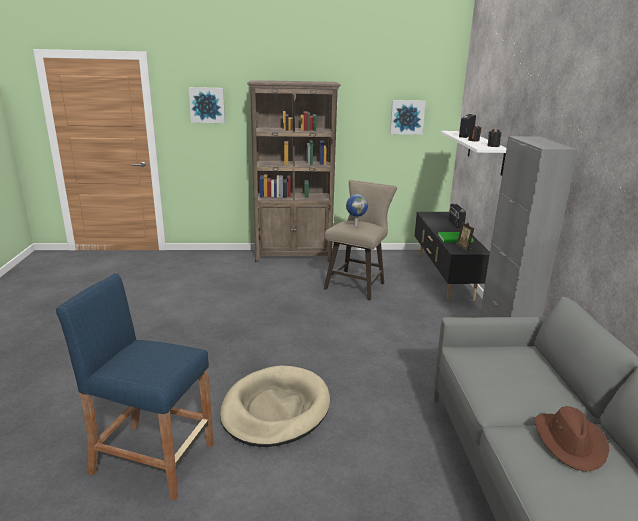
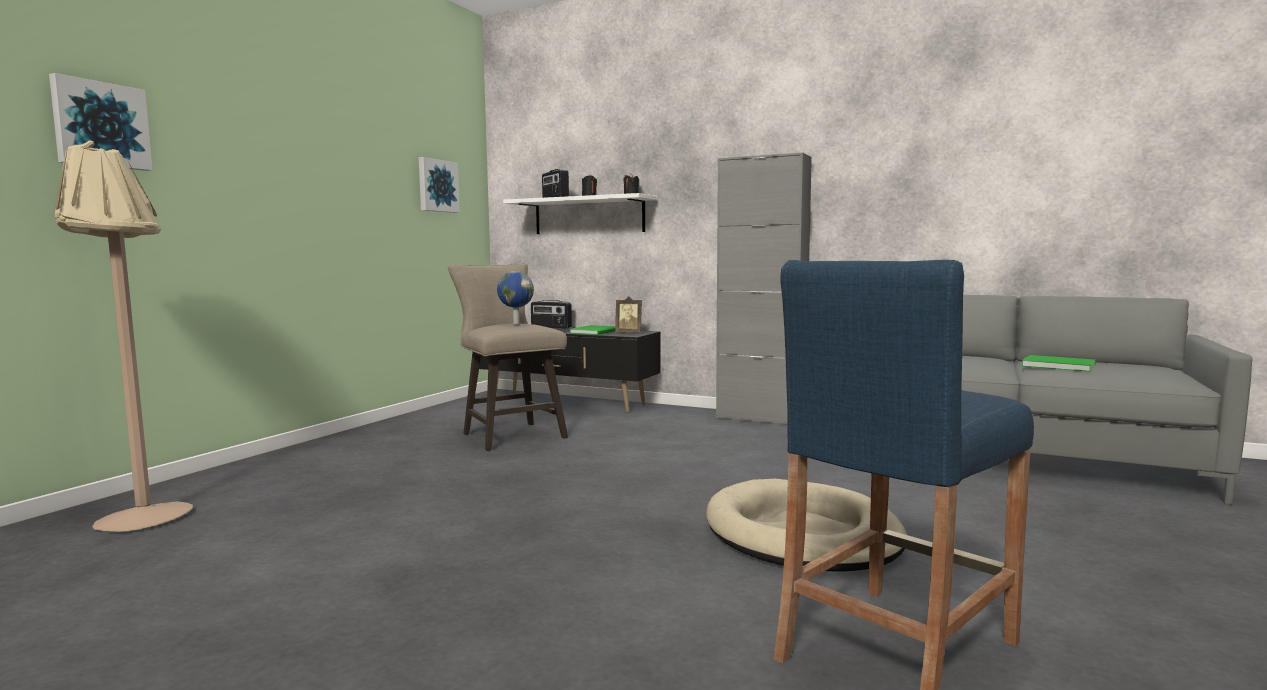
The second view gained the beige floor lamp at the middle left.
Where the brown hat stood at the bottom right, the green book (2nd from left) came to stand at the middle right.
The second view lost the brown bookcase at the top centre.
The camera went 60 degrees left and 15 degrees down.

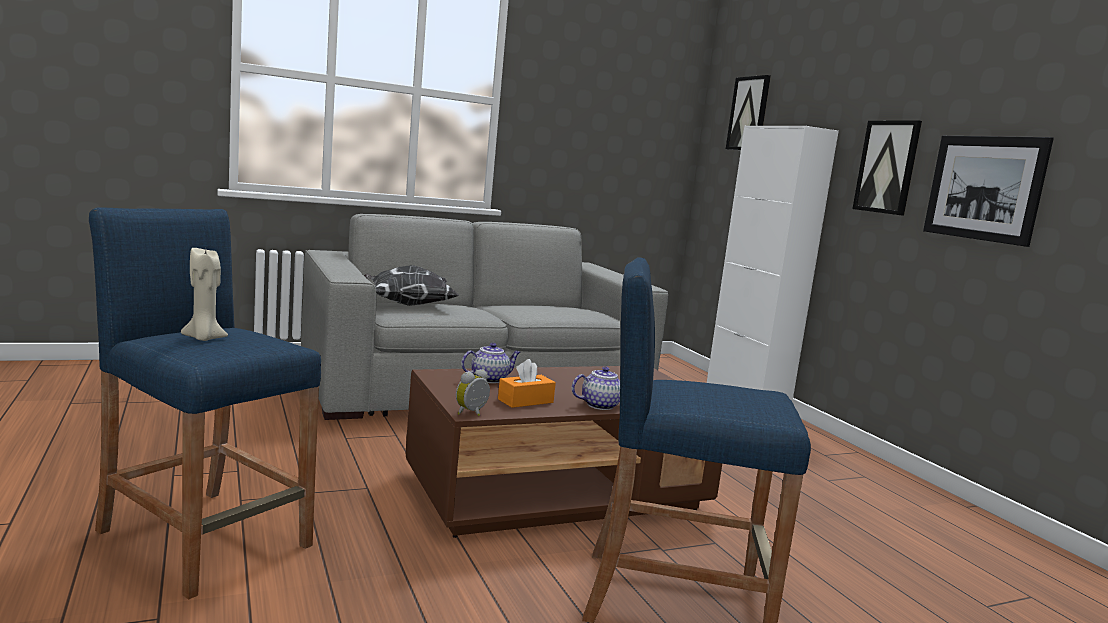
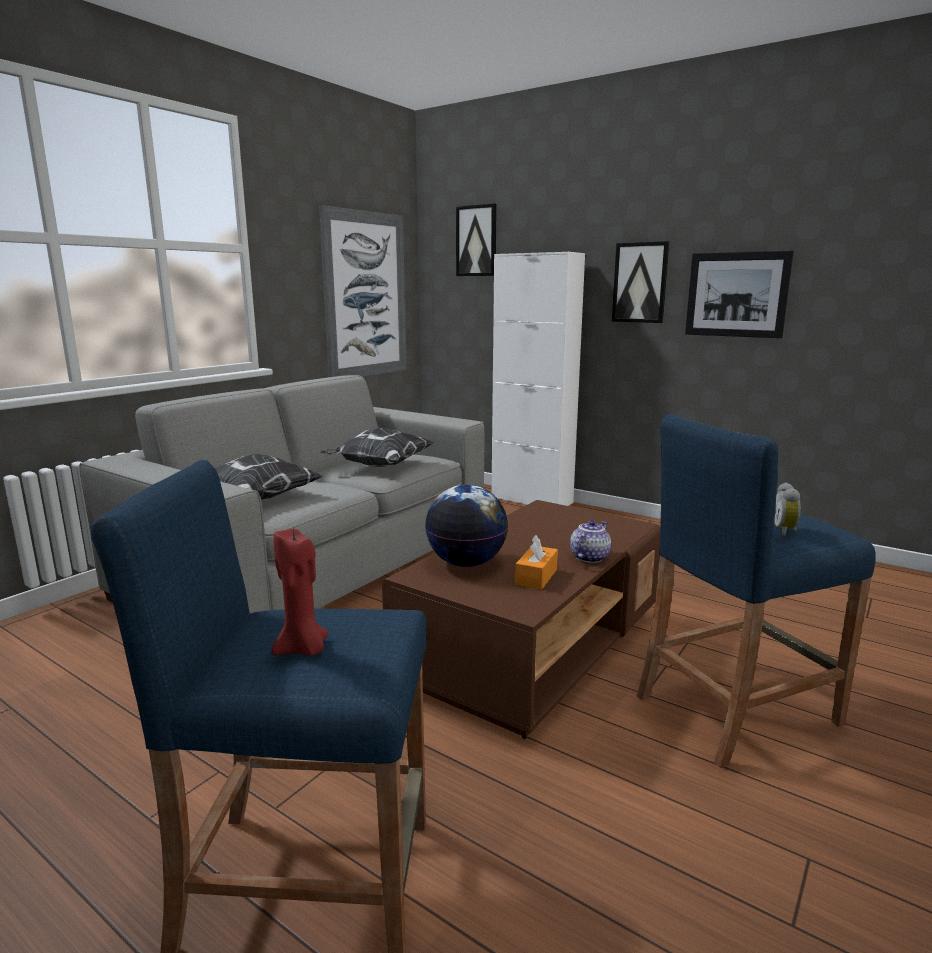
What was the beige candle at the middle left turned into the red candle at the middle left.
The second view gained the picture (1st from left) at the top centre.
The second view gained the pillow (2nd from left) at the centre.
Where the teapot (1st from left) stood at the centre, the globe came to stand at the centre.
The alarm clock ended up elsewhere, having gone from the centre to the middle right.
The camera went 30 degrees left and 5 degrees up.

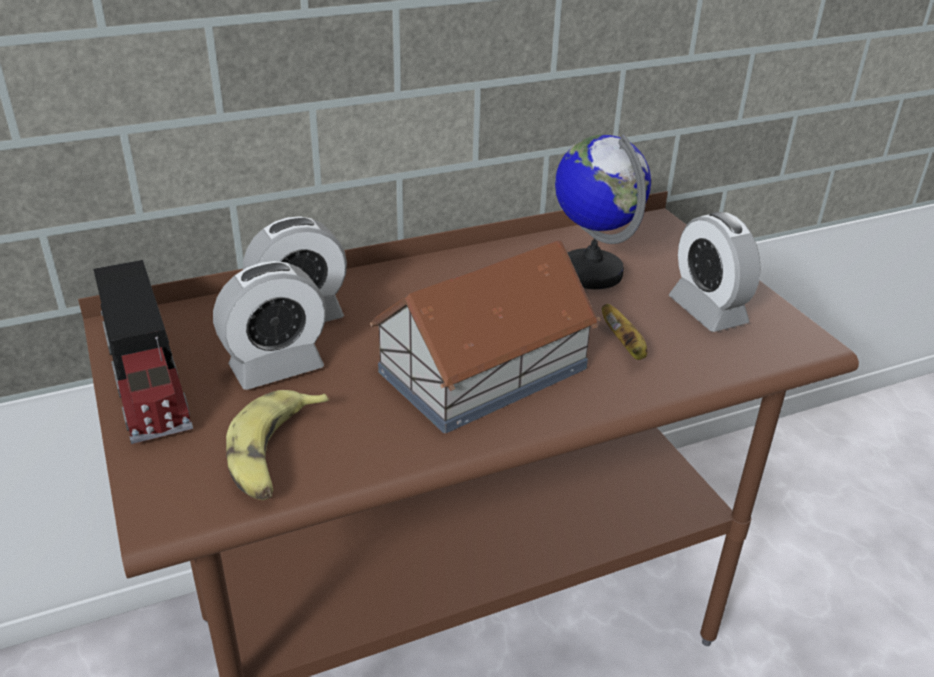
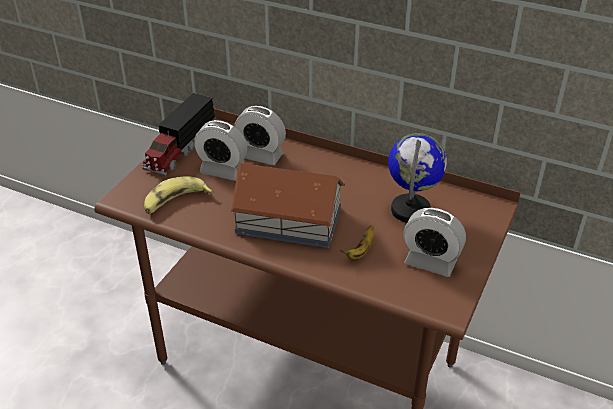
The alarm clock (3rd from left) at the middle right ended up facing another way, 90 degrees counterclockwise from before.
The camera went 50 degrees right and 5 degrees up.

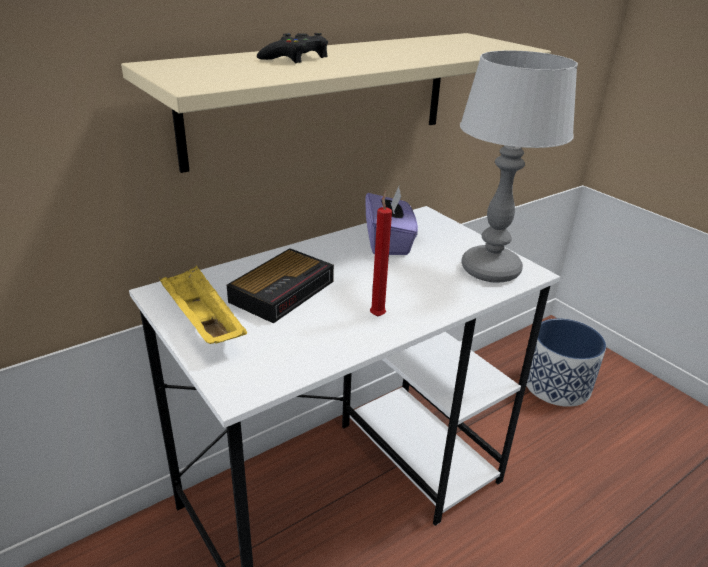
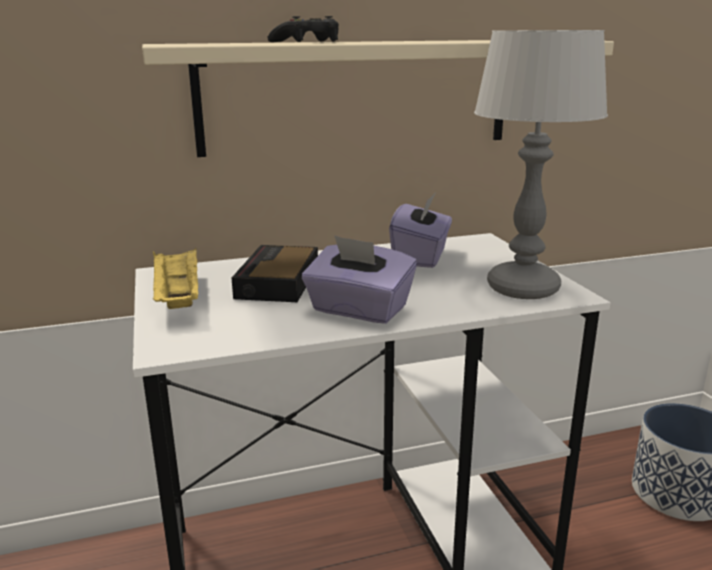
The alarm clock at the centre ended up facing another way, 135 degrees clockwise from before.
Where the red candle stood at the centre, the purple tissue box (1st from left) came to stand at the centre.
The camera went 20 degrees right and 10 degrees down.

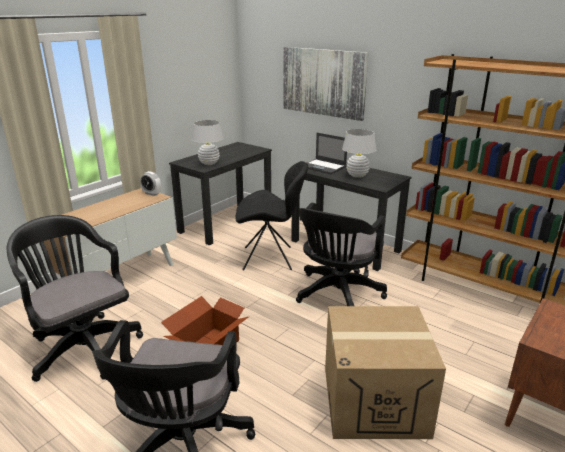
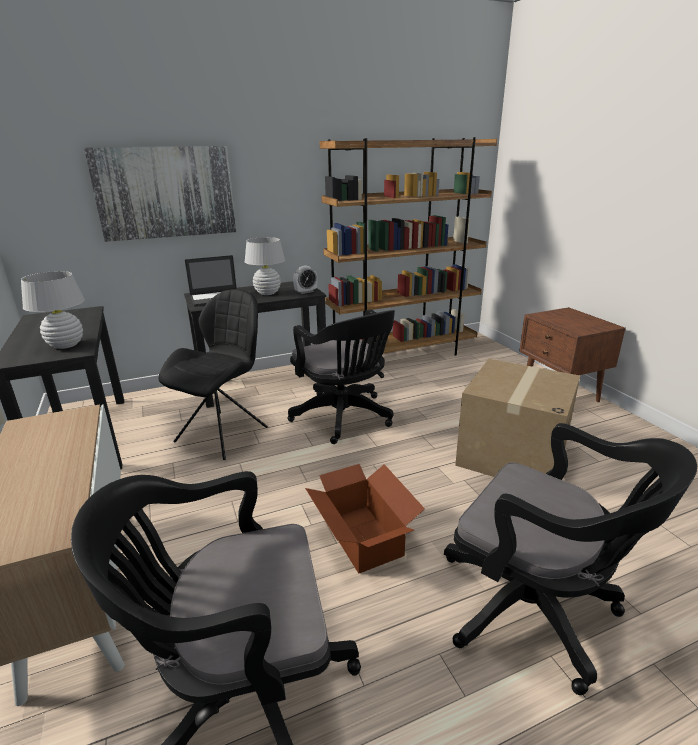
The alarm clock ended up elsewhere, having gone from the middle left to the centre.
The camera went 60 degrees left and 0 degrees up.

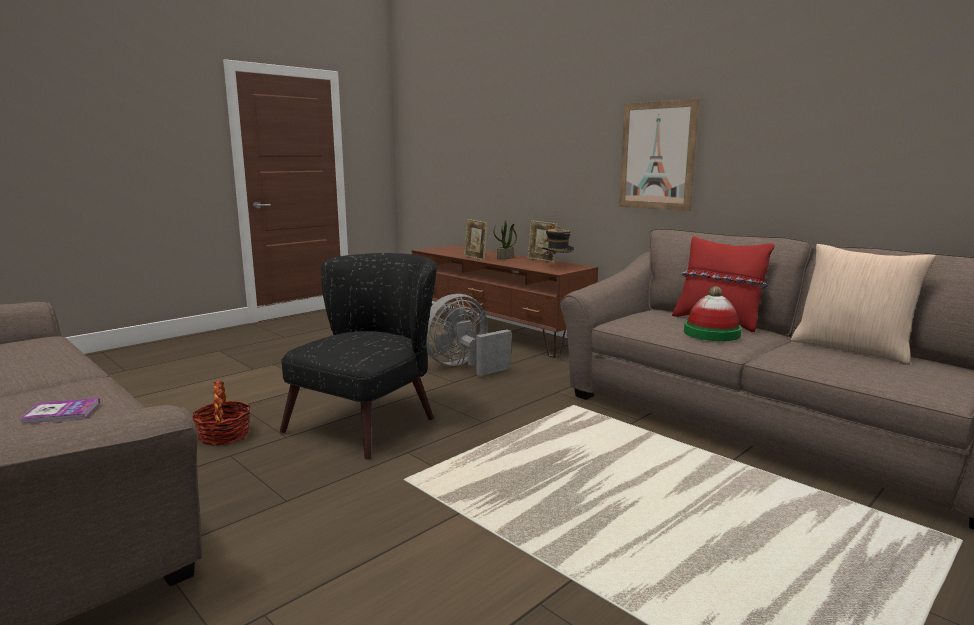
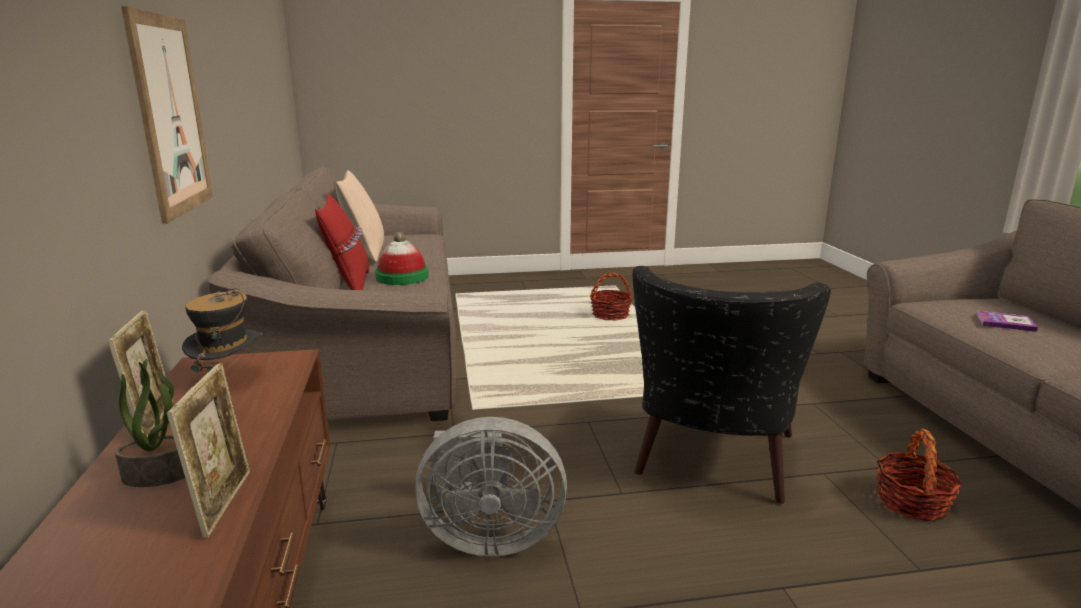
The second view gained the basket (1st from left) at the centre.
The black armchair at the centre ended up facing another way, 45 degrees counterclockwise from before.
The camera went 145 degrees left and 5 degrees up.

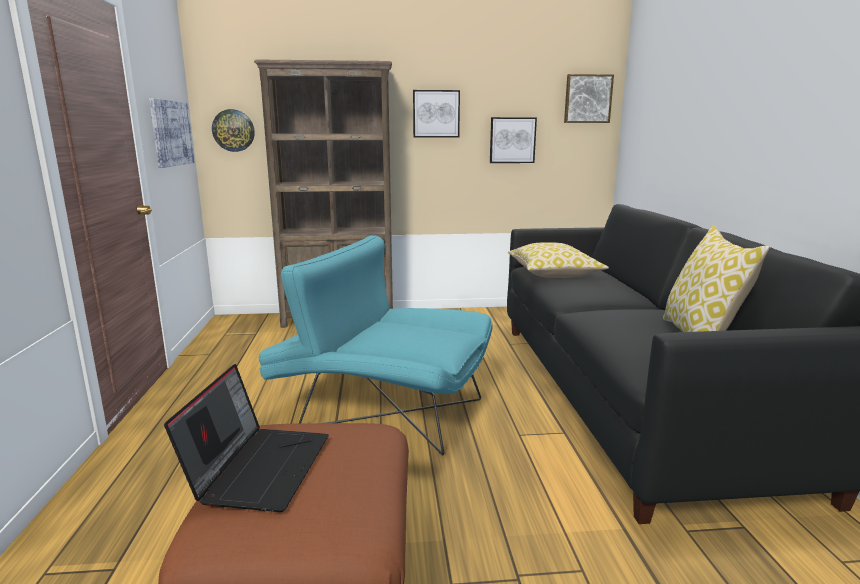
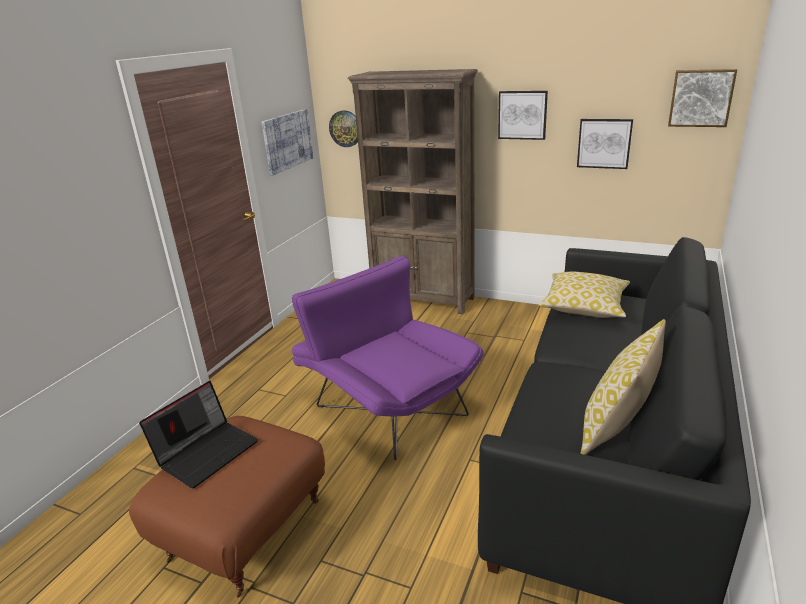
What was the turquoise armchair at the centre turned into the purple armchair at the centre.
The camera went 30 degrees right and 10 degrees up.

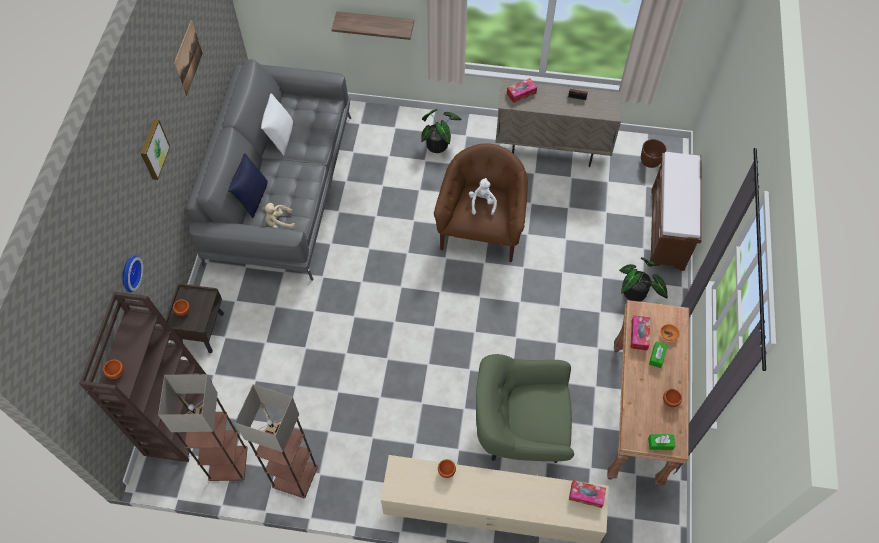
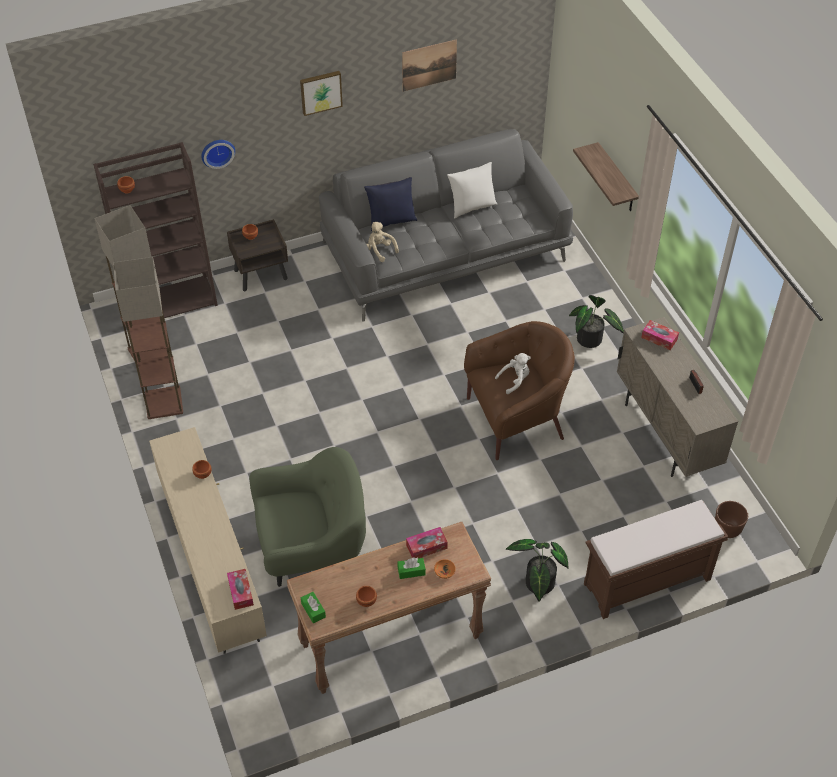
The green armchair at the bottom centre ended up facing another way, 105 degrees clockwise from before.
The camera went 60 degrees right and 10 degrees down.

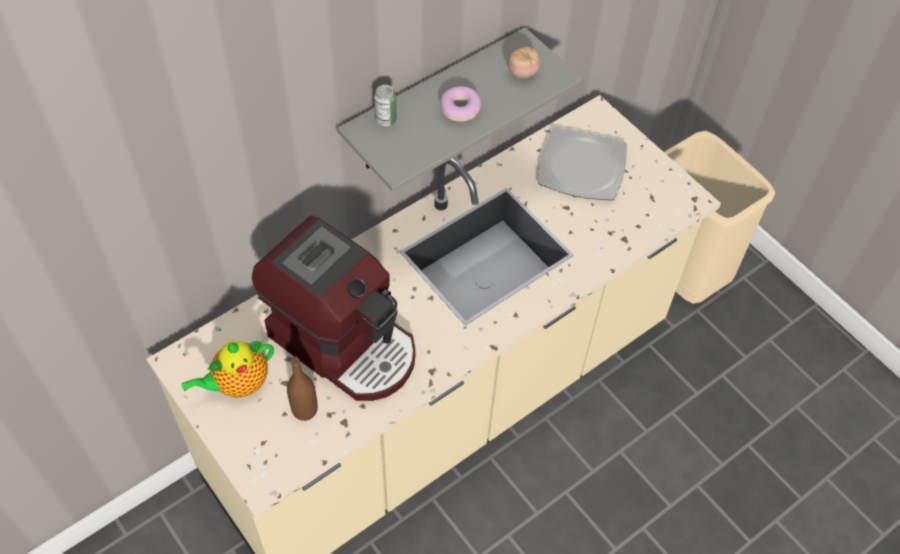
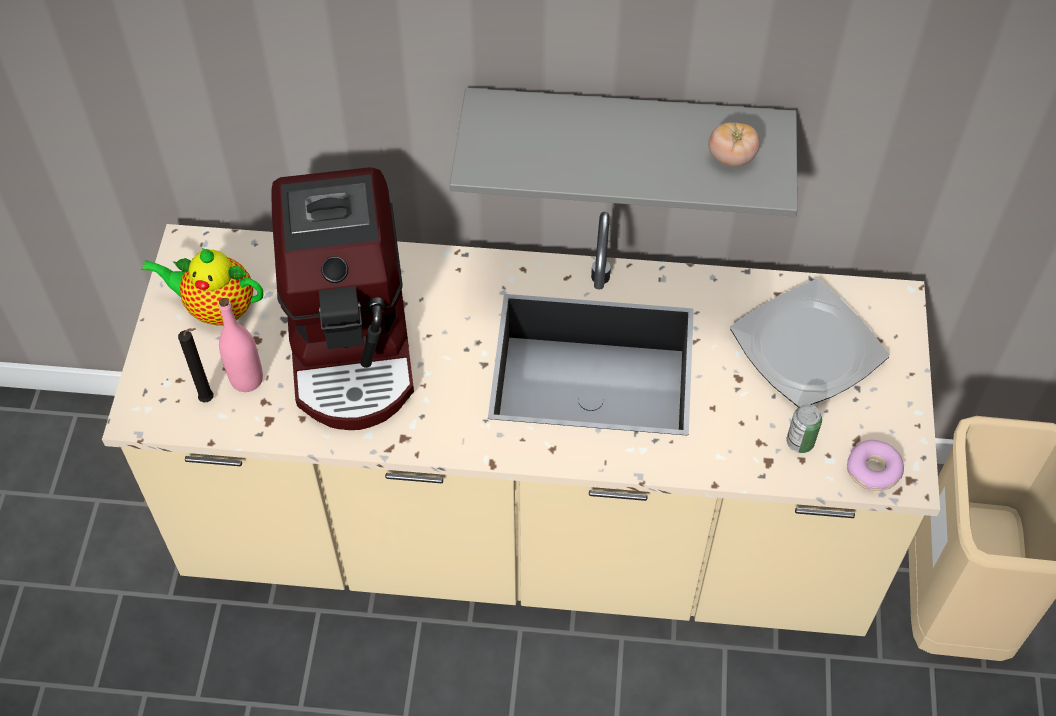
The second view gained the black candle at the middle left.
What was the brown bottle at the bottom centre turned into the pink bottle at the middle left.
The can ended up elsewhere, having gone from the top centre to the middle right.
The donut ended up elsewhere, having gone from the top centre to the middle right.
The camera went 45 degrees right and 0 degrees up.

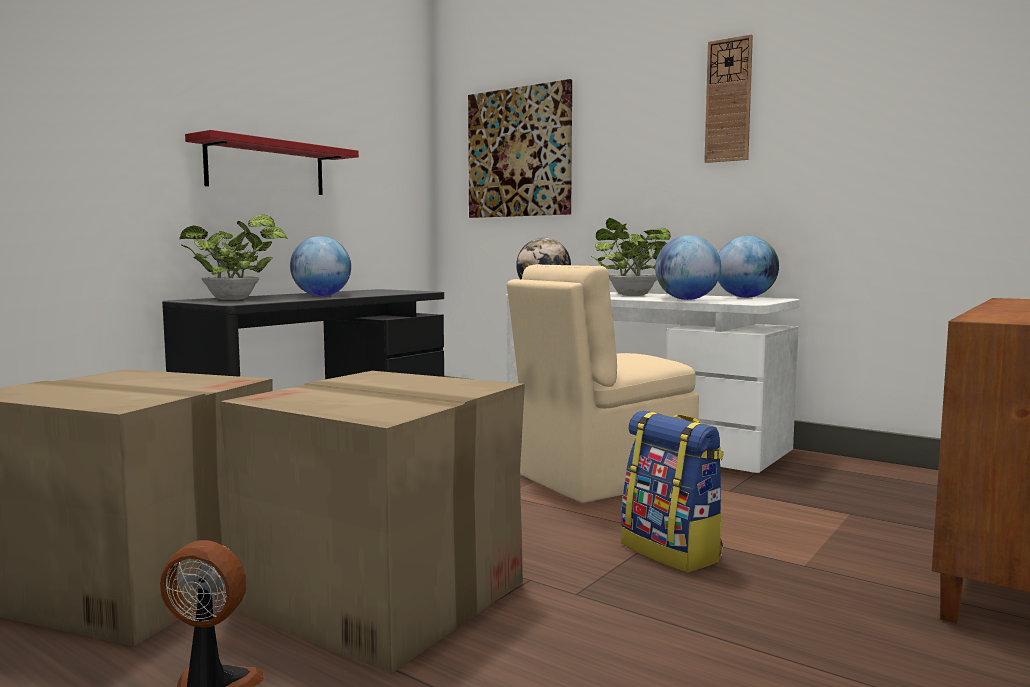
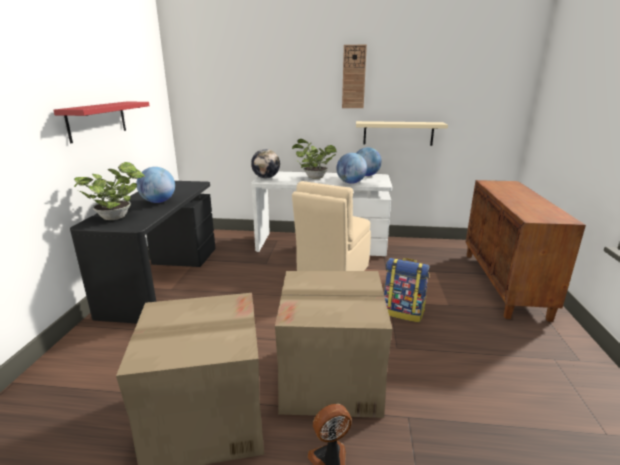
The second view gained the beige shelf at the top centre.
The second view lost the picture at the top centre.
The camera went 30 degrees left and 15 degrees up.

